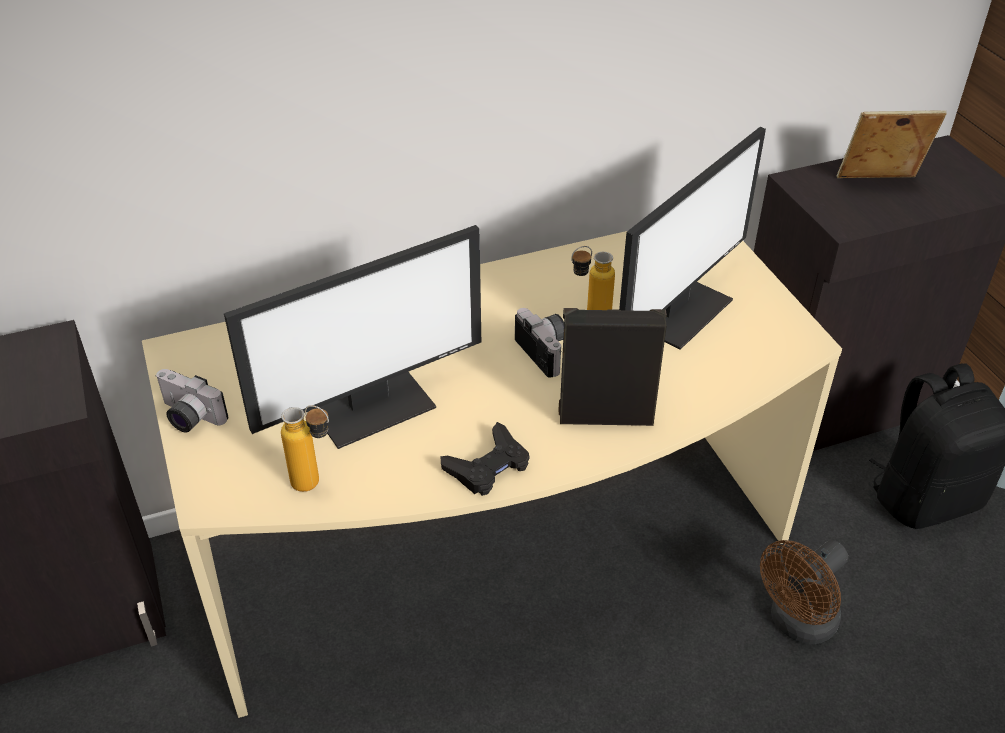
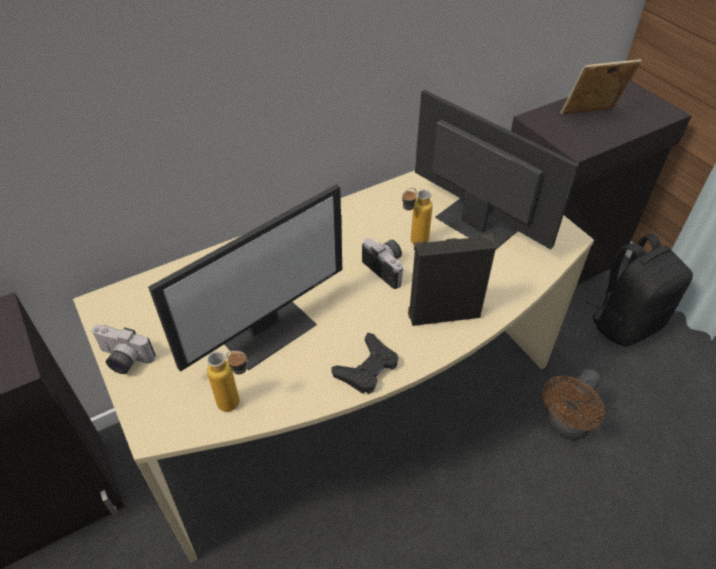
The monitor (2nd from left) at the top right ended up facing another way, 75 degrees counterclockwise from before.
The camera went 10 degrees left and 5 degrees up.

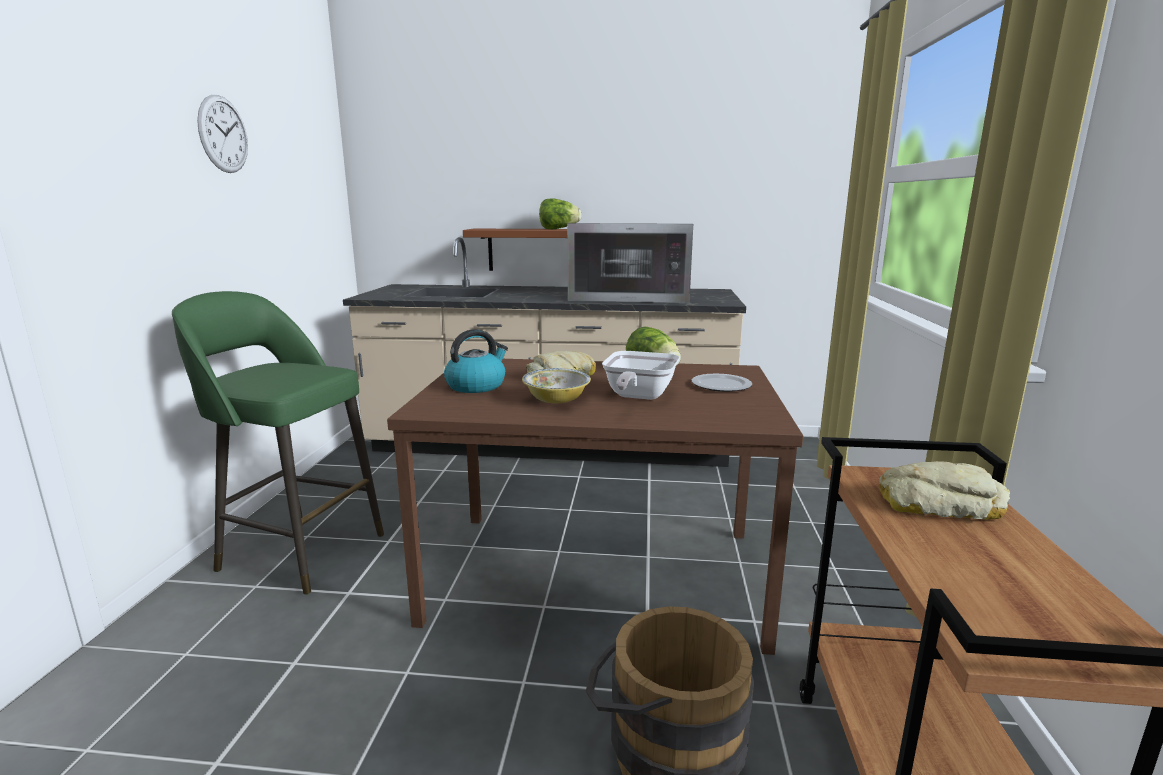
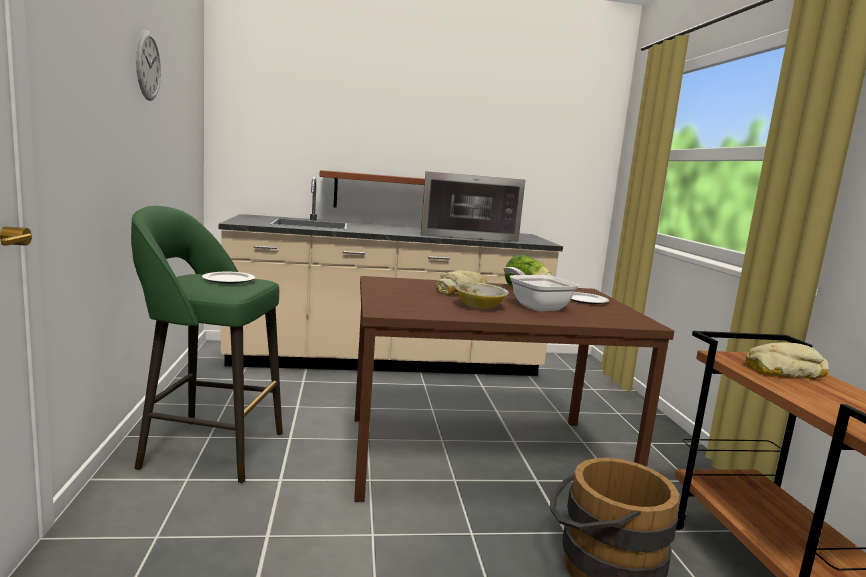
The second view gained the plate (1st from left) at the middle left.
The frying pan at the centre ended up facing another way, 150 degrees clockwise from before.
The second view lost the kettle at the centre.
The second view lost the lettuce (1st from left) at the top centre.
The camera went 15 degrees left and 5 degrees down.

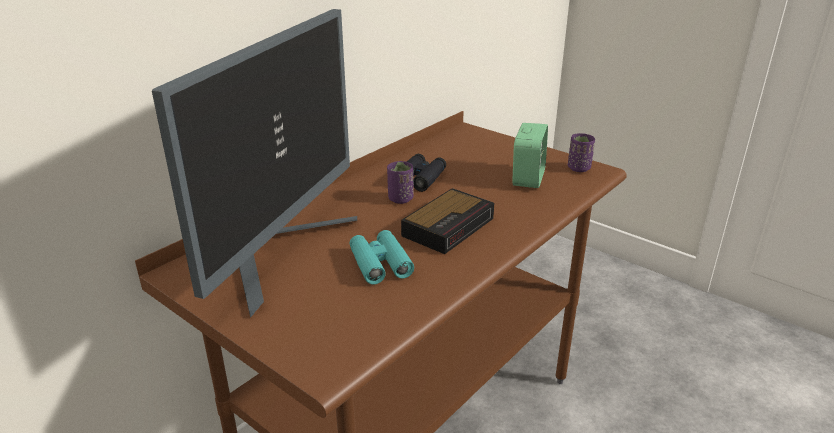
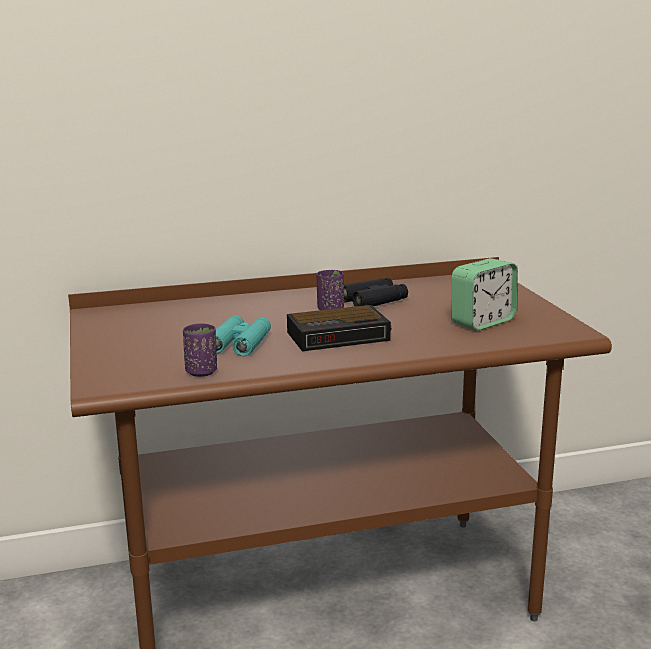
The purple cup (2nd from left in the first image) ended up elsewhere, having gone from the middle right to the middle left.
The second view lost the monitor at the middle left.
The camera went 35 degrees right and 10 degrees down.

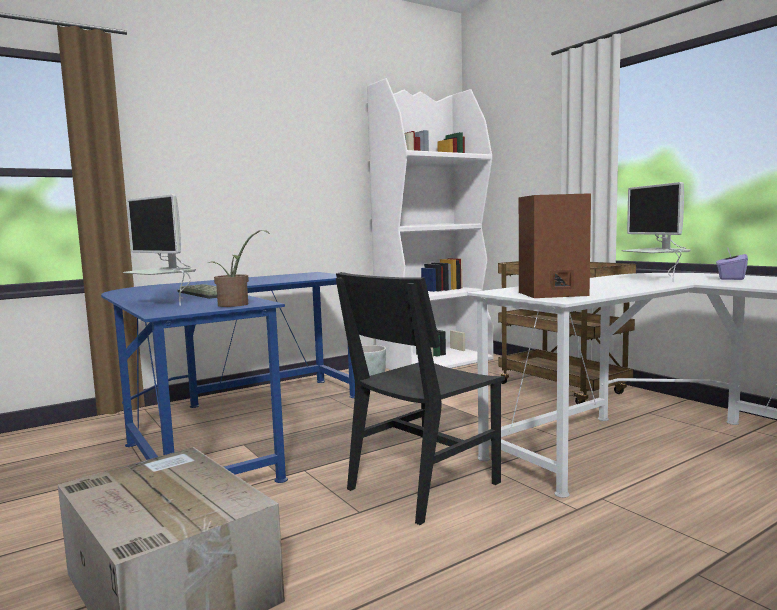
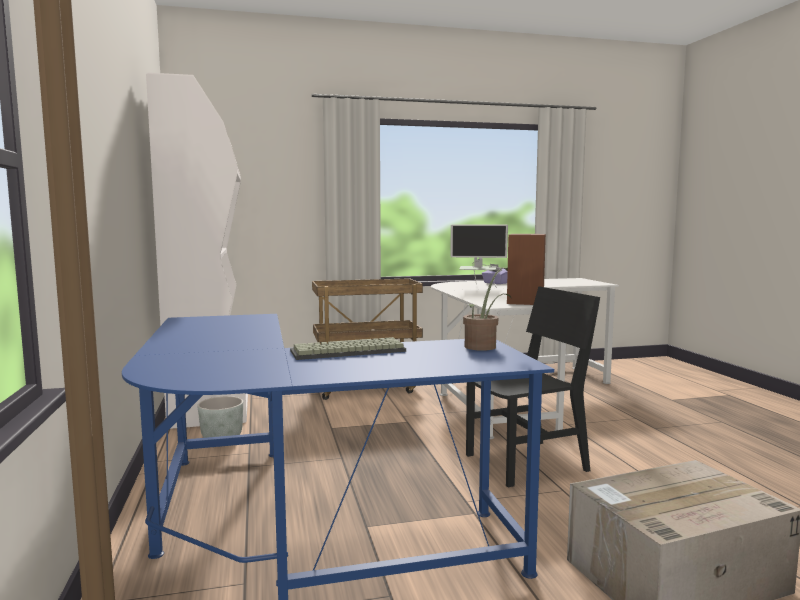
The black chair at the centre ended up facing another way, 90 degrees counterclockwise from before.
The second view lost the monitor (1st from left) at the middle left.
The camera went 70 degrees left and 0 degrees up.

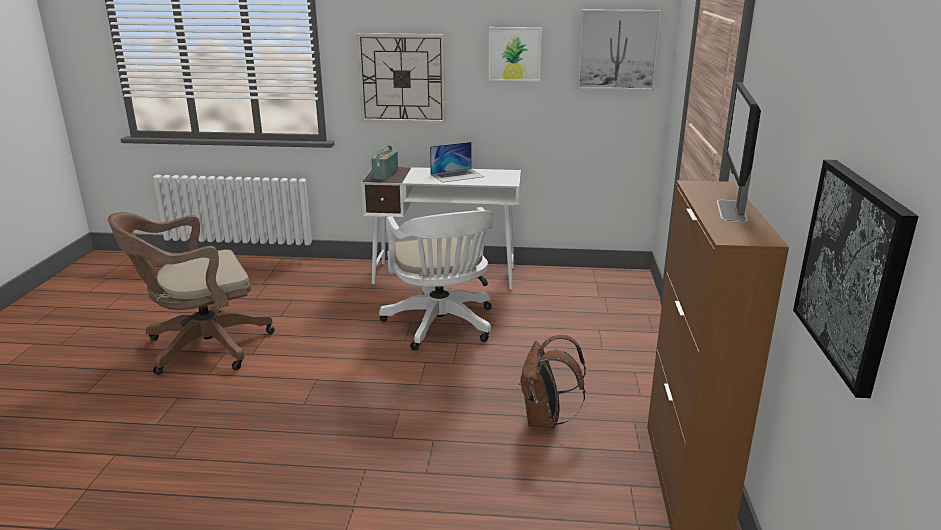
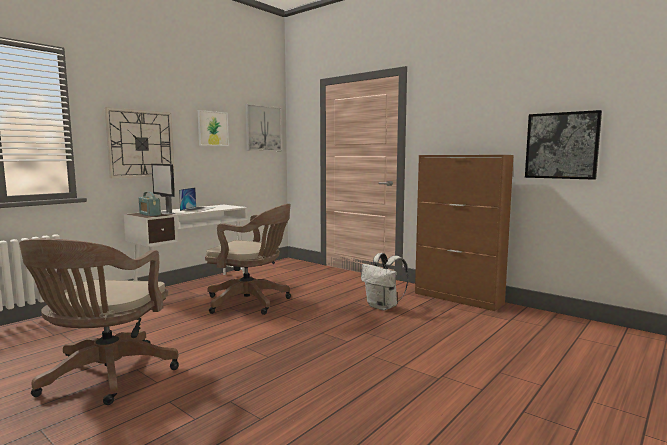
The monitor ended up elsewhere, having gone from the top right to the middle left.
What was the white office chair at the centre turned into the brown office chair (2nd from left) at the centre.
What was the brown backpack at the bottom centre turned into the white backpack at the centre.
The camera went 55 degrees left and 15 degrees down.

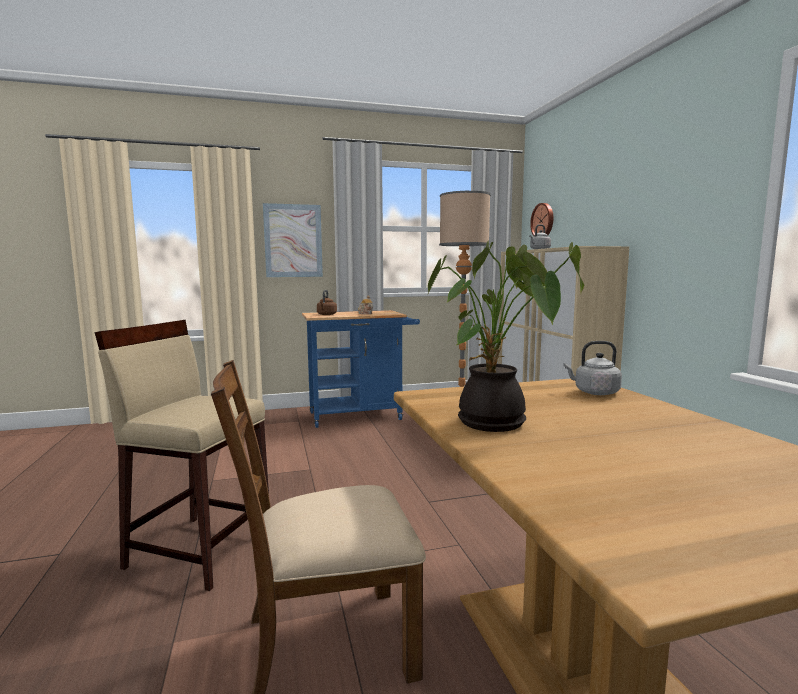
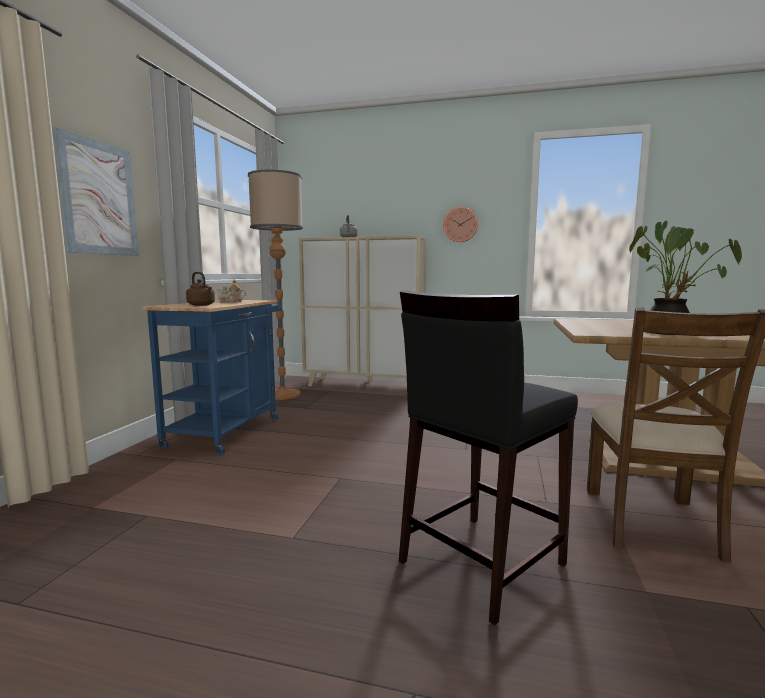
What was the beige stool at the middle left turned into the black stool at the centre.
The wall clock ended up elsewhere, having gone from the top right to the top centre.
The second view lost the grey kettle (2nd from left) at the middle right.
The camera went 60 degrees left and 0 degrees up.

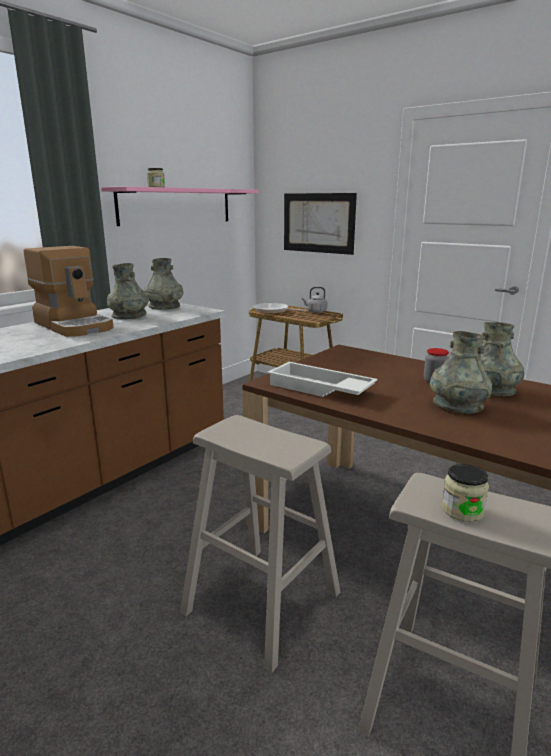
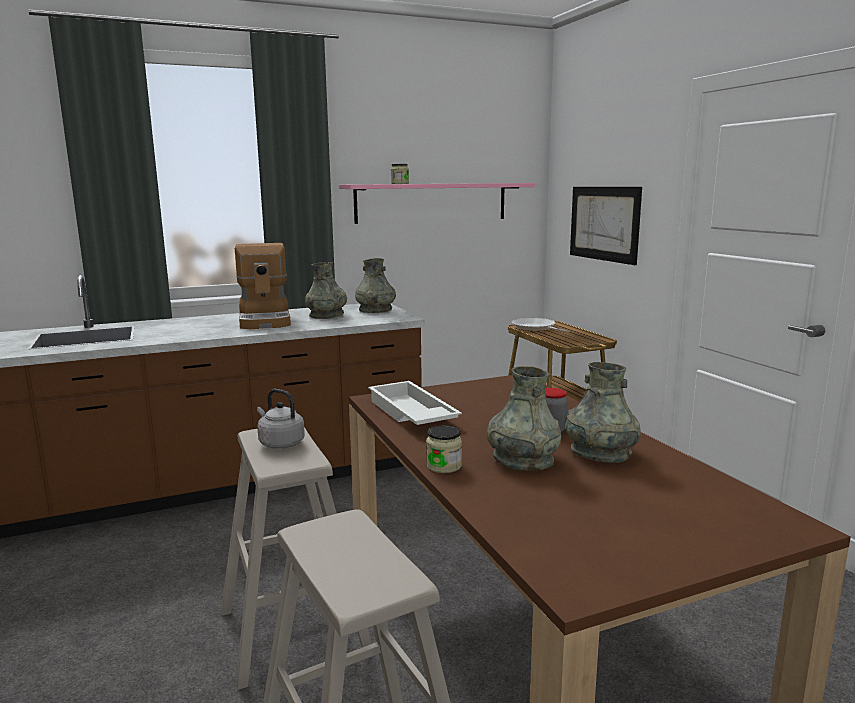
The grey kettle ended up elsewhere, having gone from the centre to the middle left.
The jar (3rd from left in the first image) ended up elsewhere, having gone from the middle right to the centre.
The camera went 30 degrees right and 5 degrees down.

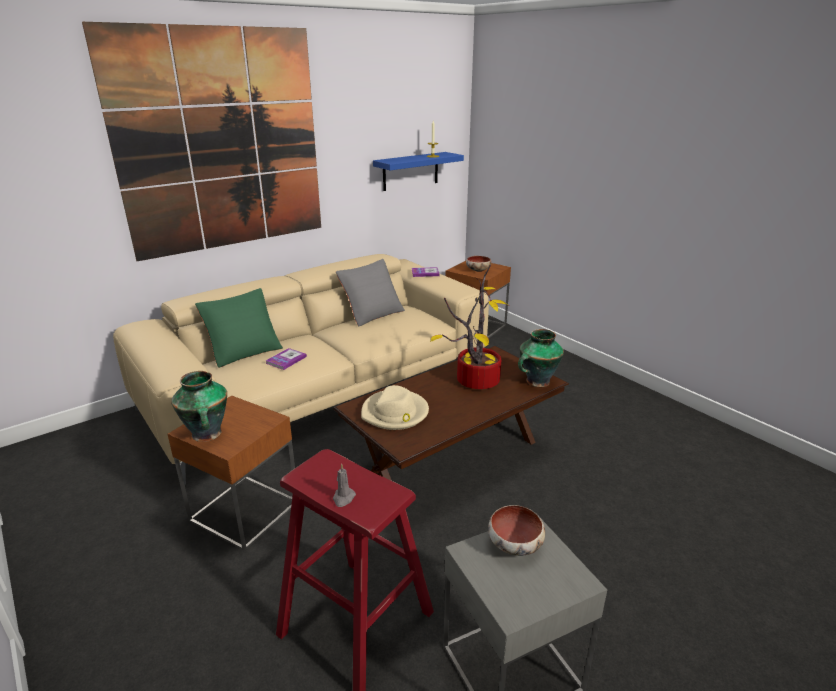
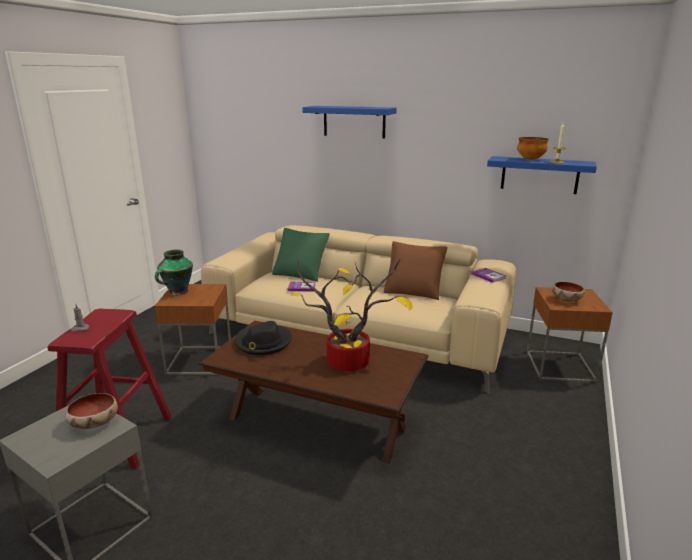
What was the beige hat at the centre turned into the black hat at the centre.
Where the picture hung at the top left, the blue shelf (1st from left) came to hang at the top centre.
What was the grey pillow at the centre turned into the brown pillow at the centre.
The second view gained the bowl (2nd from left) at the top right.
The second view lost the vase (2nd from left) at the centre.
The camera went 60 degrees right and 5 degrees down.

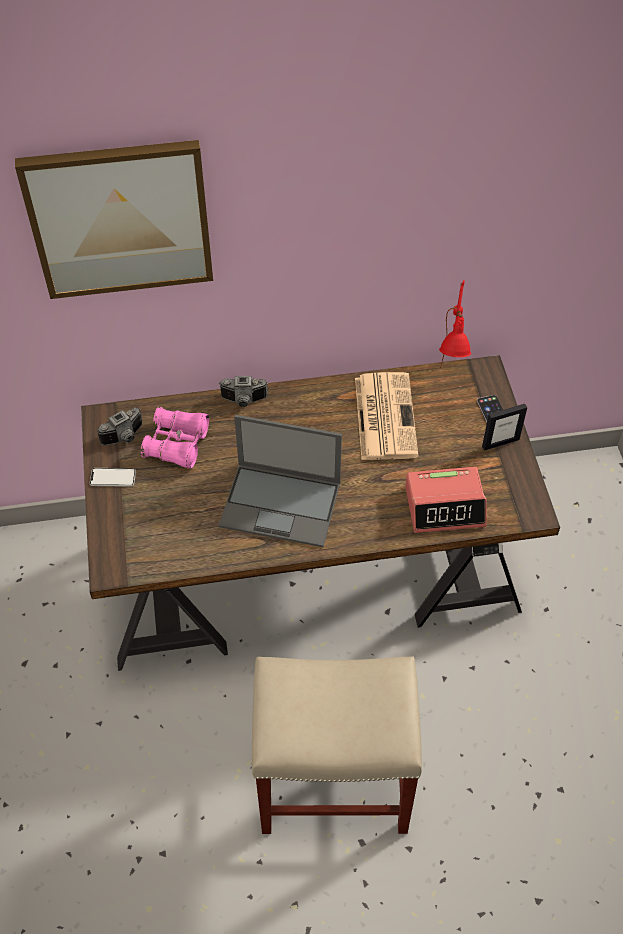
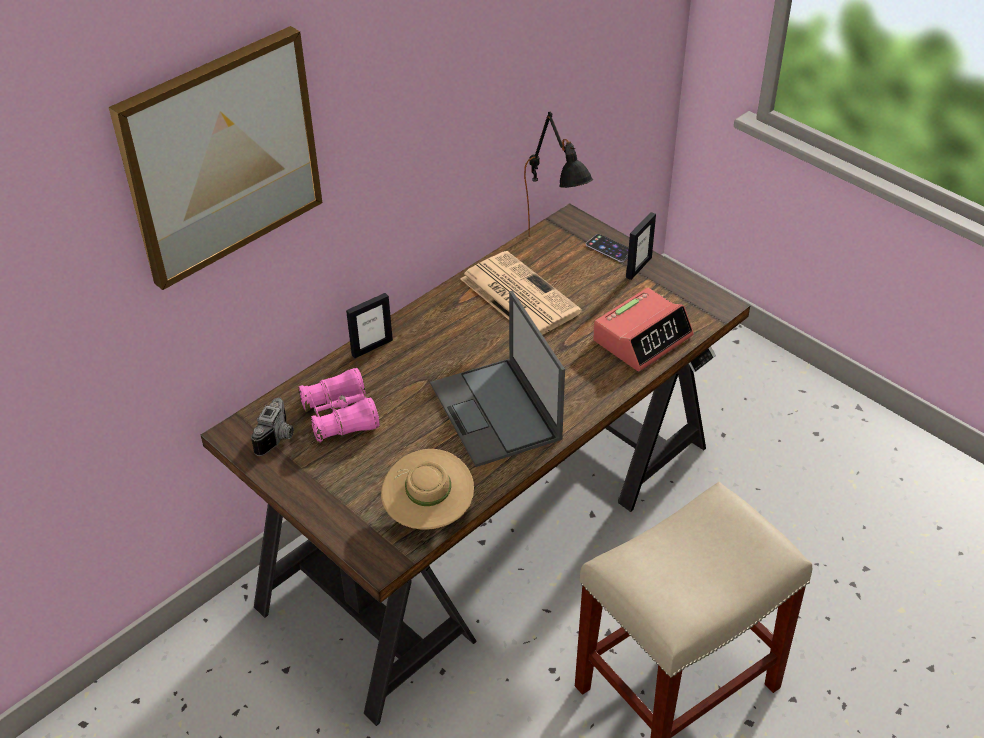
Where the photo camera (2nd from left) stood at the centre, the picture frame (1st from left) came to stand at the centre.
The second view gained the beige hat at the centre.
The laptop at the centre ended up facing another way, 90 degrees clockwise from before.
What was the red table lamp at the middle right turned into the black table lamp at the top centre.
The second view lost the phone (1st from left) at the middle left.
The camera went 35 degrees left and 10 degrees down.

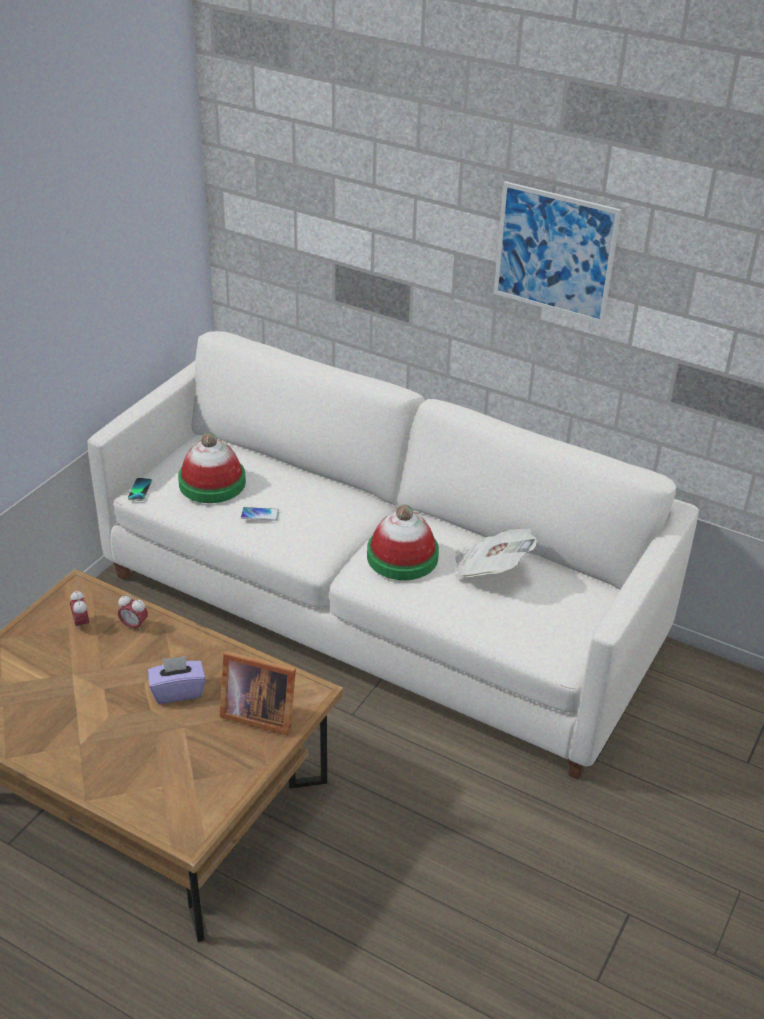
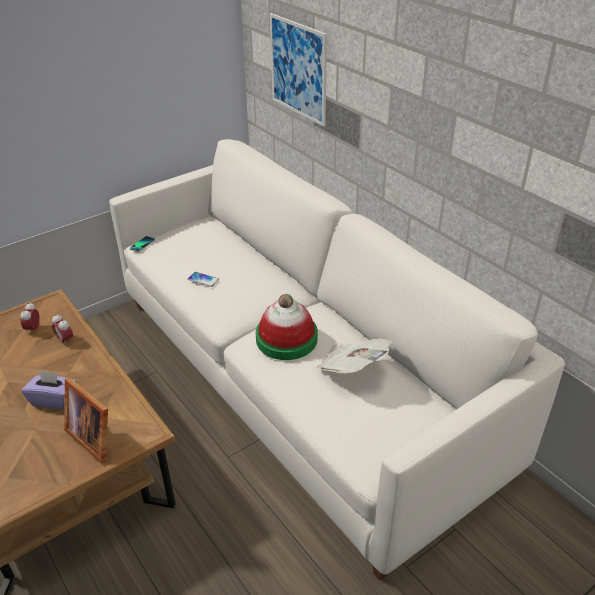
The picture ended up elsewhere, having gone from the top right to the top centre.
The second view lost the hat (1st from left) at the middle left.
The camera went 25 degrees right and 0 degrees up.

